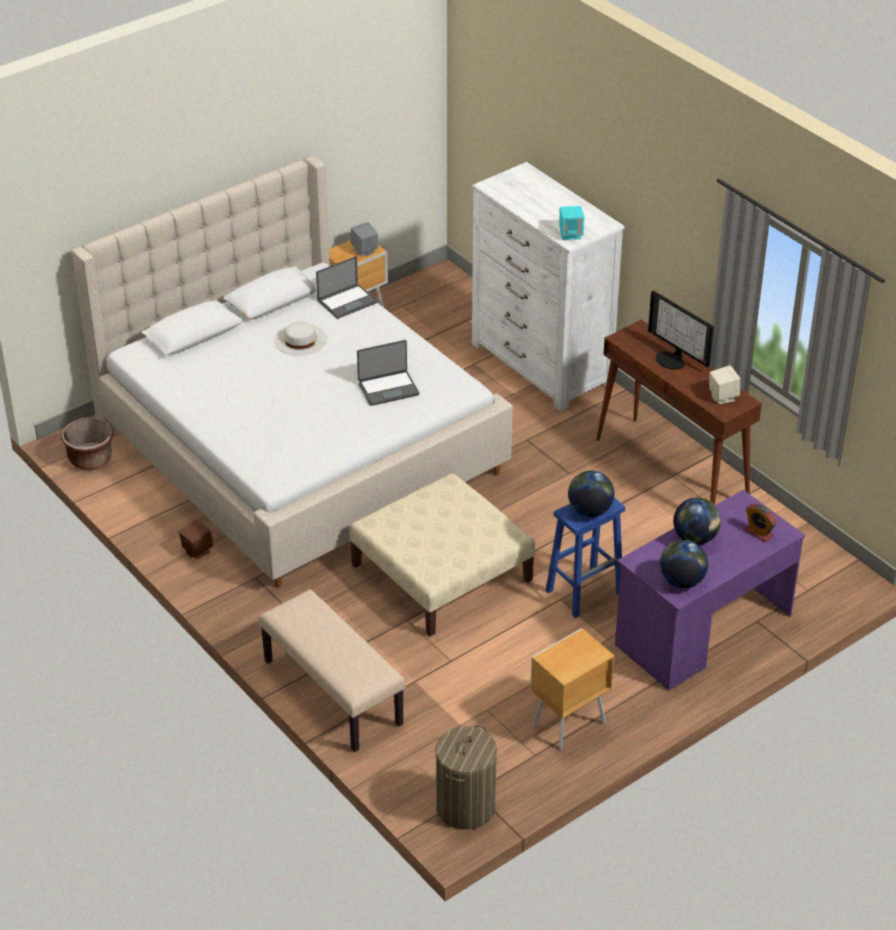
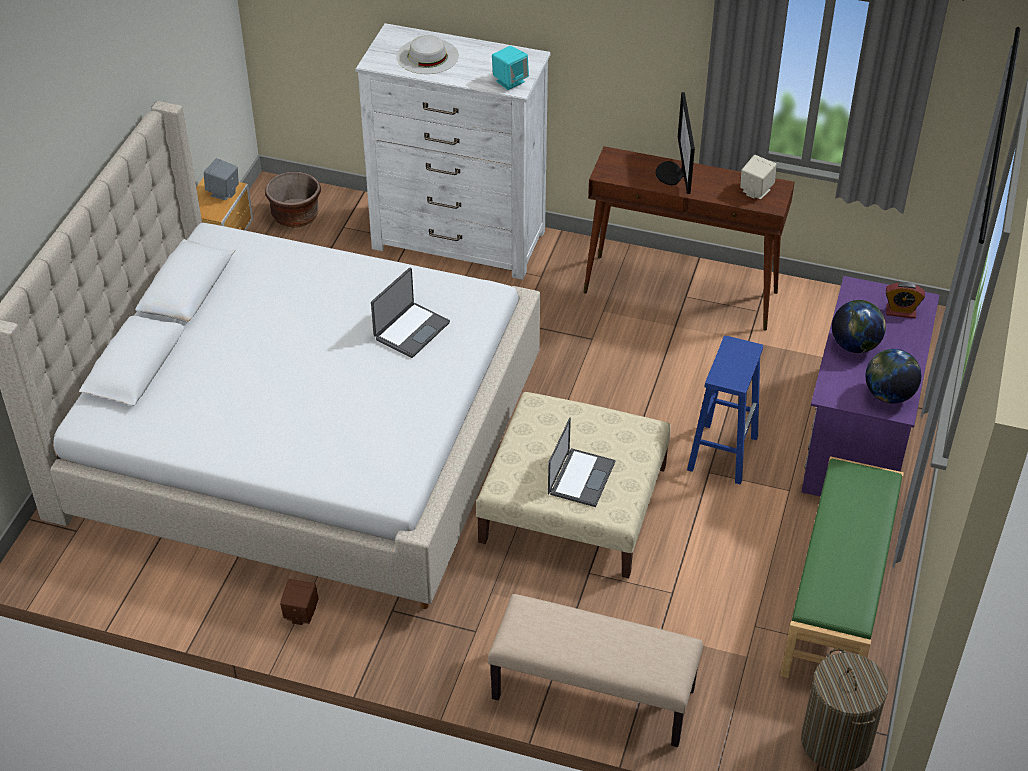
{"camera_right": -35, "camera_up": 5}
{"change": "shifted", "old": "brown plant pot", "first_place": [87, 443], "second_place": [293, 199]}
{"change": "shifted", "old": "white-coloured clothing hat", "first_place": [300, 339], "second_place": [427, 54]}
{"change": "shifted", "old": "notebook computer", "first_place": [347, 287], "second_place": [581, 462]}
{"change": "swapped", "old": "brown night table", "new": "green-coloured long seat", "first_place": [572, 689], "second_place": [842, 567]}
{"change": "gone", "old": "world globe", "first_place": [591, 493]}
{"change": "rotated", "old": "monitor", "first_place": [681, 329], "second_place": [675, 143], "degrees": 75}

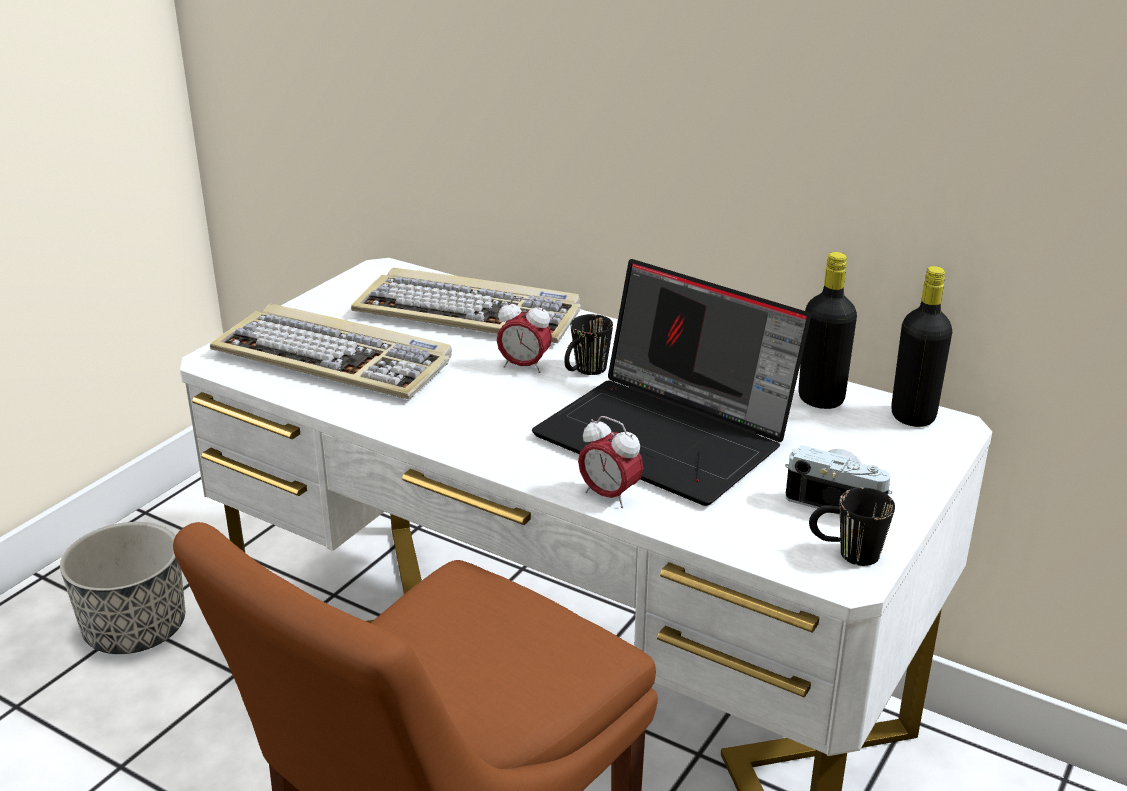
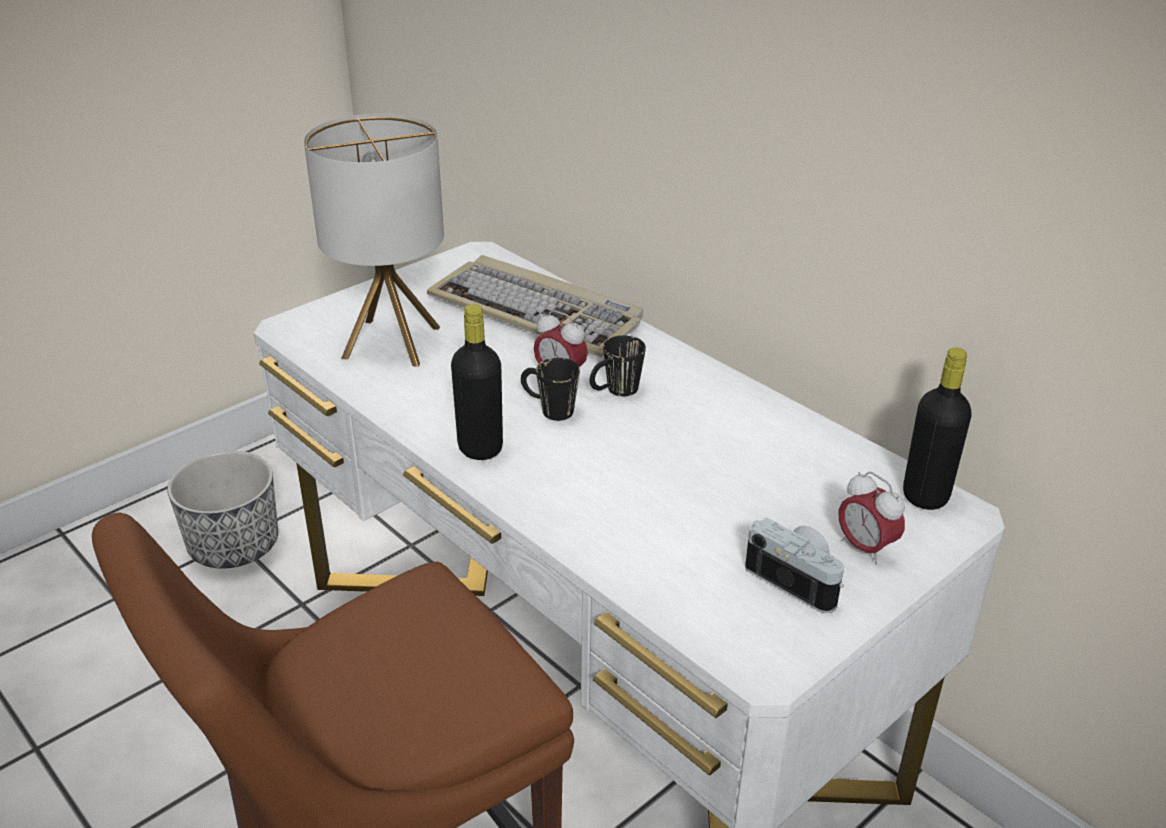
{"camera_right": 15, "camera_up": 5}
{"change": "swapped", "old": "PC keyboard", "new": "table lamp", "first_place": [331, 351], "second_place": [374, 240]}
{"change": "gone", "old": "notebook computer", "first_place": [671, 382]}
{"change": "shifted", "old": "alarm clock", "first_place": [611, 462], "second_place": [872, 518]}
{"change": "shifted", "old": "blackish beverage bottle", "first_place": [827, 330], "second_place": [477, 382]}
{"change": "shifted", "old": "blackish mug", "first_place": [852, 526], "second_place": [550, 389]}

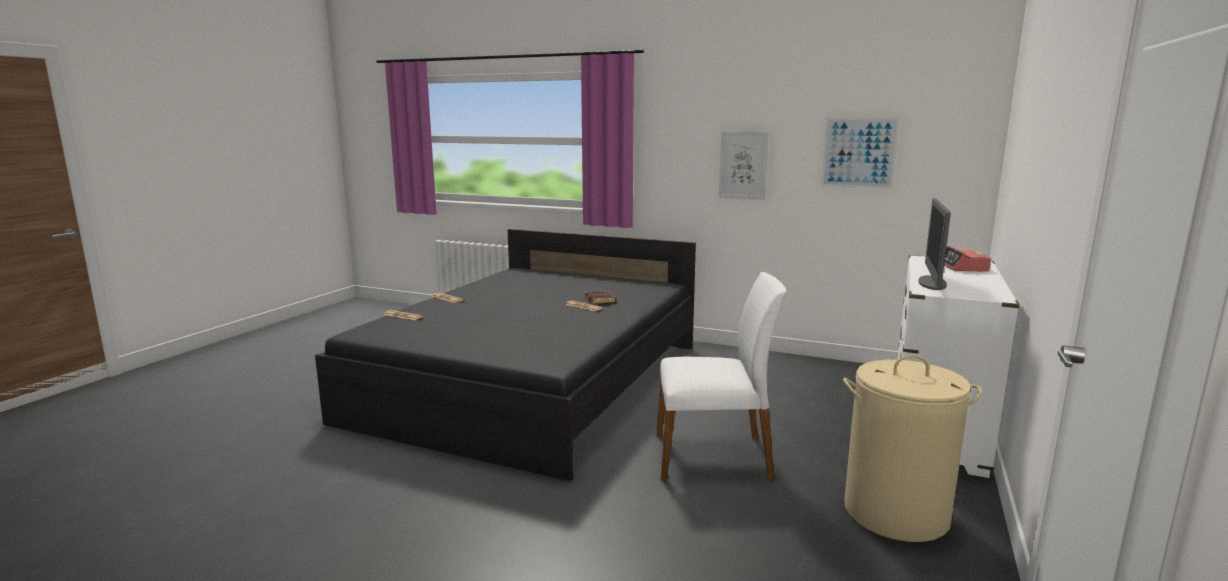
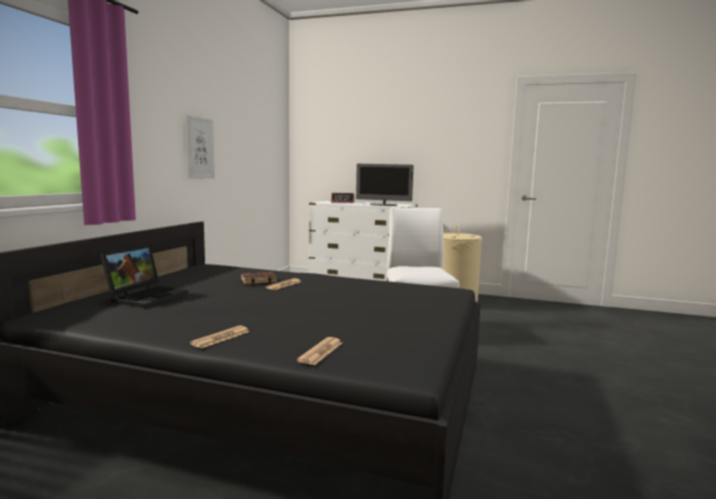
{"camera_right": -95, "camera_up": -5}
{"change": "gone", "old": "wall picture", "first_place": [860, 153]}
{"change": "new", "new": "notebook computer", "second_place": [144, 276]}

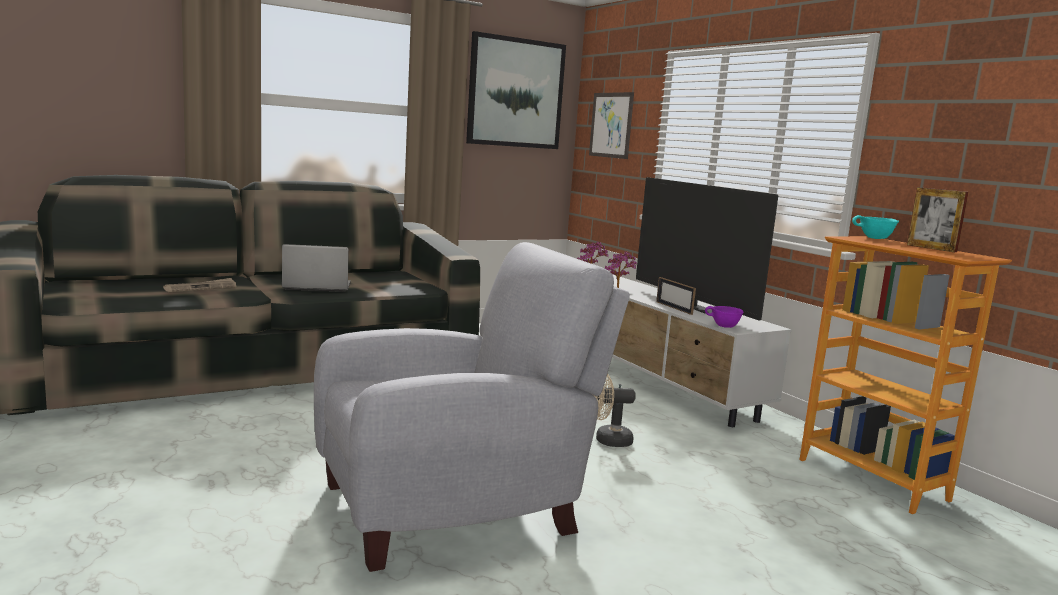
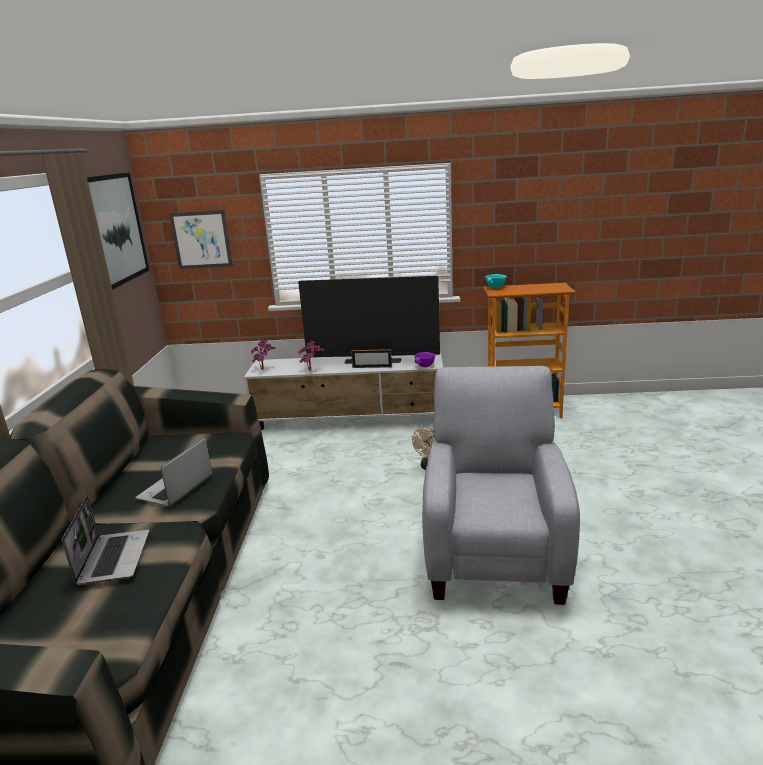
{"camera_right": -55, "camera_up": 10}
{"change": "swapped", "old": "printed paper", "new": "notebook computer", "first_place": [199, 285], "second_place": [105, 540]}
{"change": "gone", "old": "picture frame", "first_place": [938, 219]}

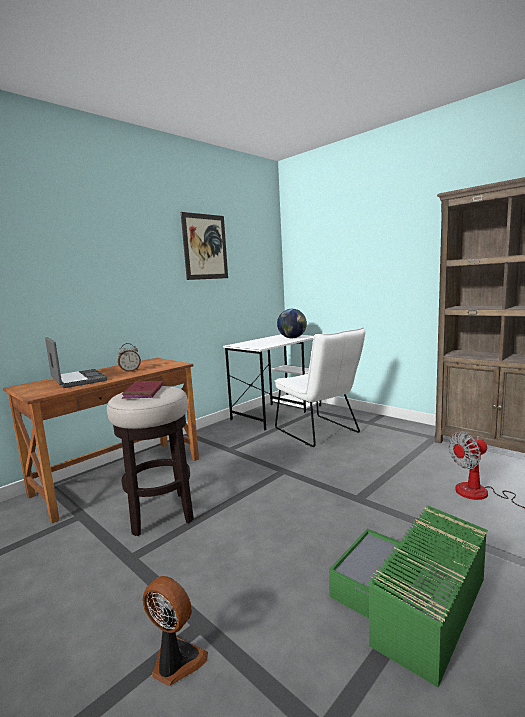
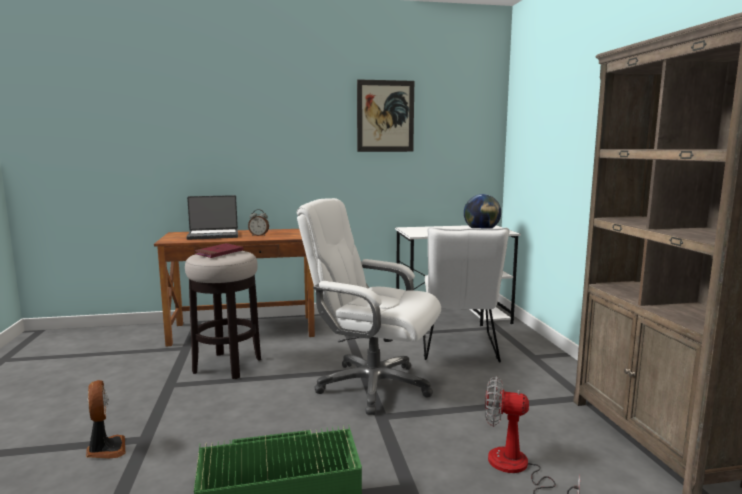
{"camera_right": 35, "camera_up": 0}
{"change": "rotated", "old": "notebook computer", "first_place": [76, 362], "second_place": [212, 217], "degrees": 75}
{"change": "new", "new": "white-coloured computer chair", "second_place": [369, 306]}

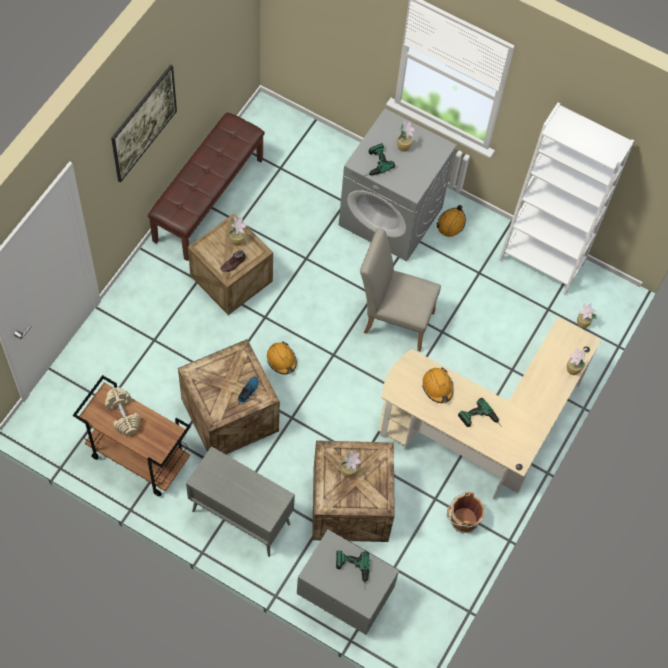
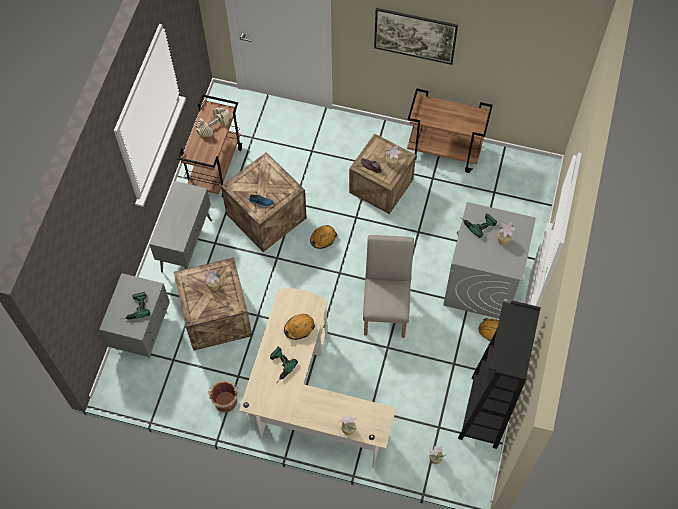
{"camera_right": 80, "camera_up": 0}
{"change": "swapped", "old": "brown long seat", "new": "brown cart", "first_place": [206, 187], "second_place": [450, 130]}
{"change": "repainted", "old": "white-coloured bookshelf", "new": "blackish bookshelf", "first_place": [566, 199], "second_place": [499, 375]}

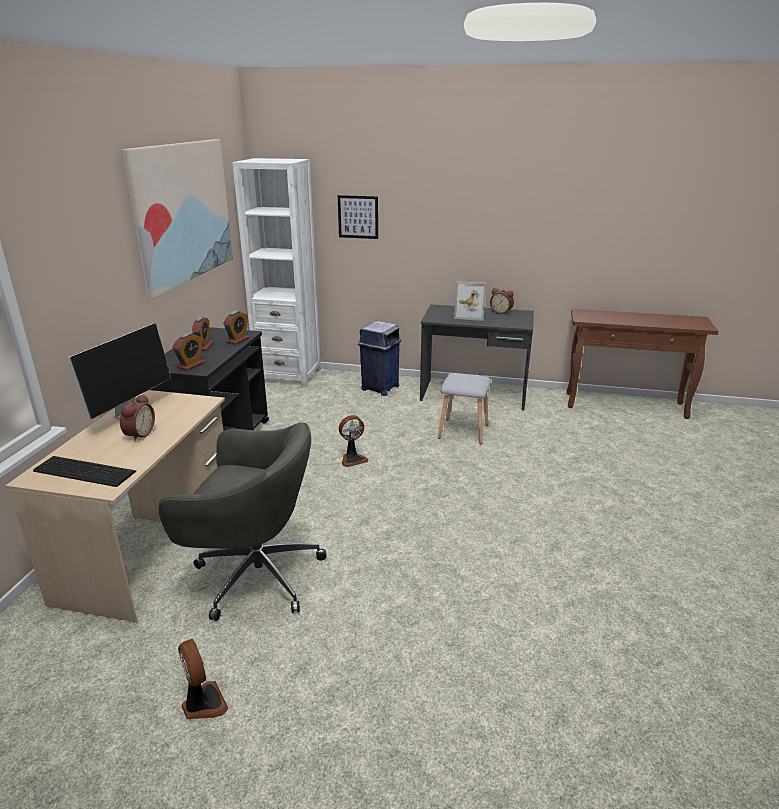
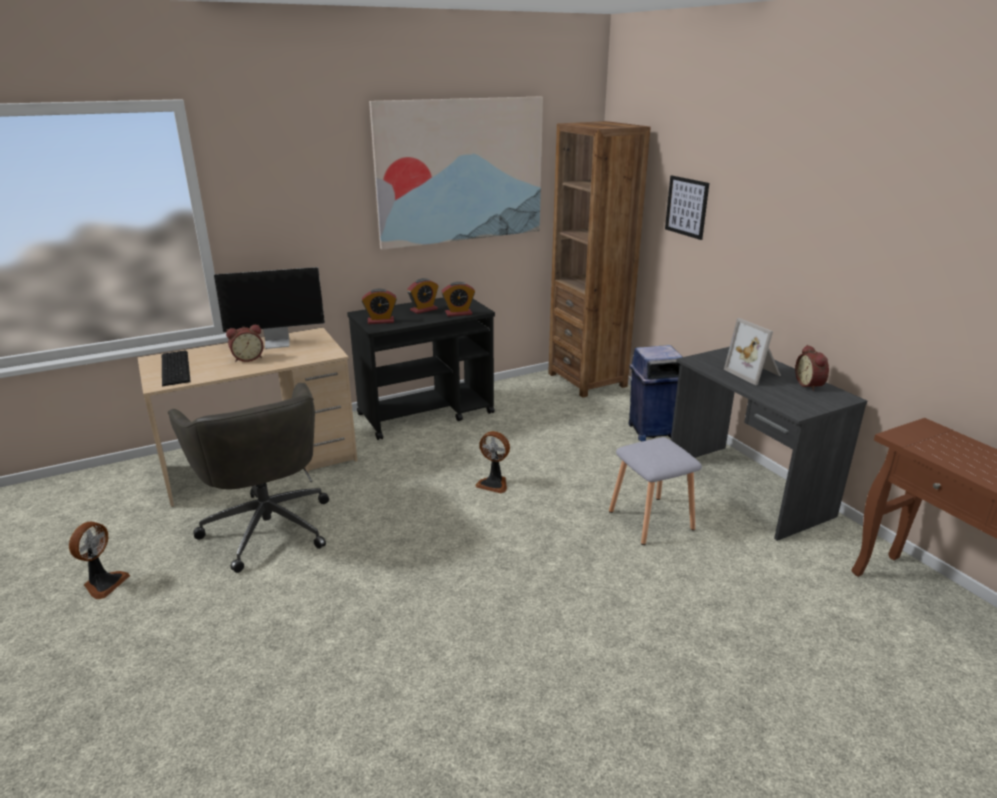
{"camera_right": 50, "camera_up": 0}
{"change": "repainted", "old": "white-coloured bookshelf", "new": "brown bookshelf", "first_place": [276, 272], "second_place": [599, 259]}

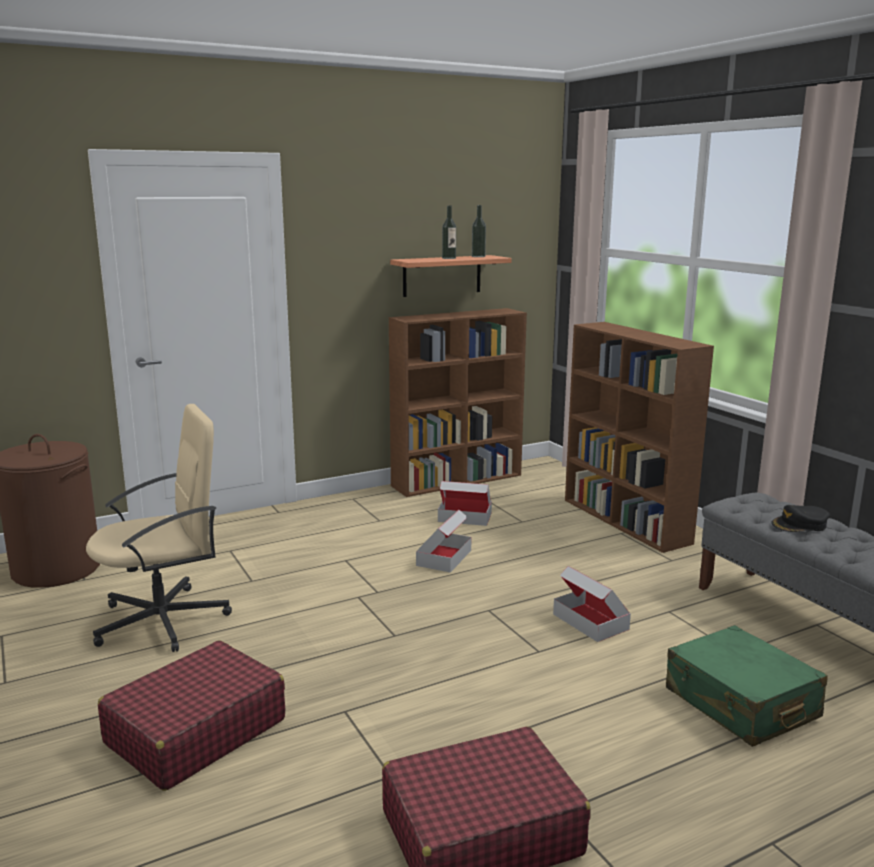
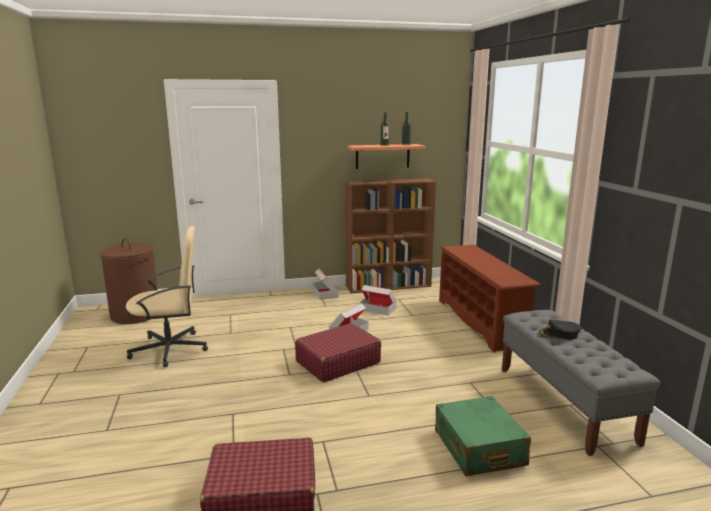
{"camera_right": 15, "camera_up": 0}
{"change": "shifted", "old": "reddish piece of luggage", "first_place": [191, 715], "second_place": [338, 352]}
{"change": "shifted", "old": "packing box", "first_place": [592, 604], "second_place": [326, 284]}
{"change": "swapped", "old": "brown bookshelf", "new": "brown shoe stand", "first_place": [639, 437], "second_place": [490, 299]}

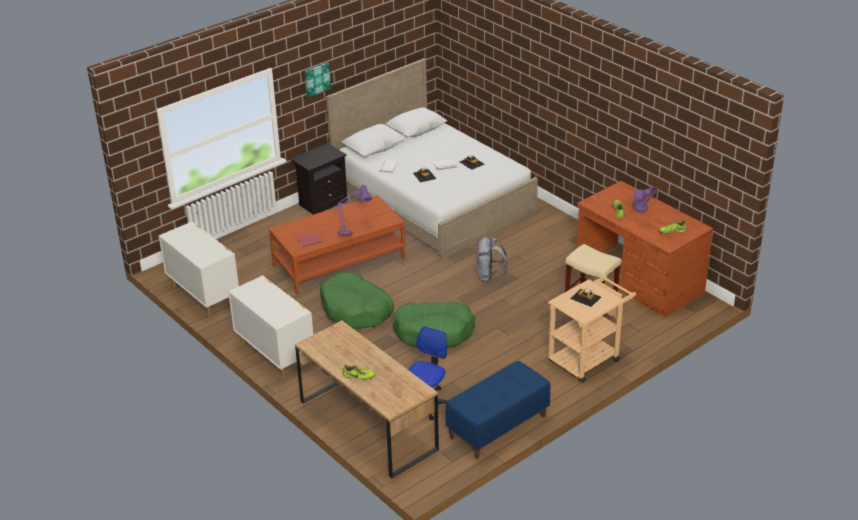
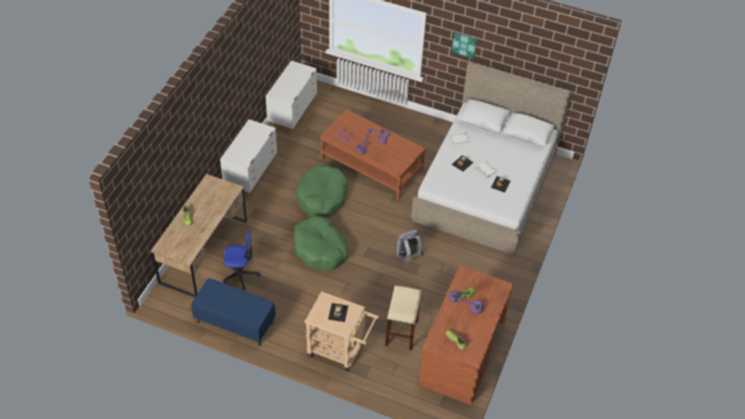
{"camera_right": 60, "camera_up": 15}
{"change": "gone", "old": "blackish night table", "first_place": [319, 179]}

